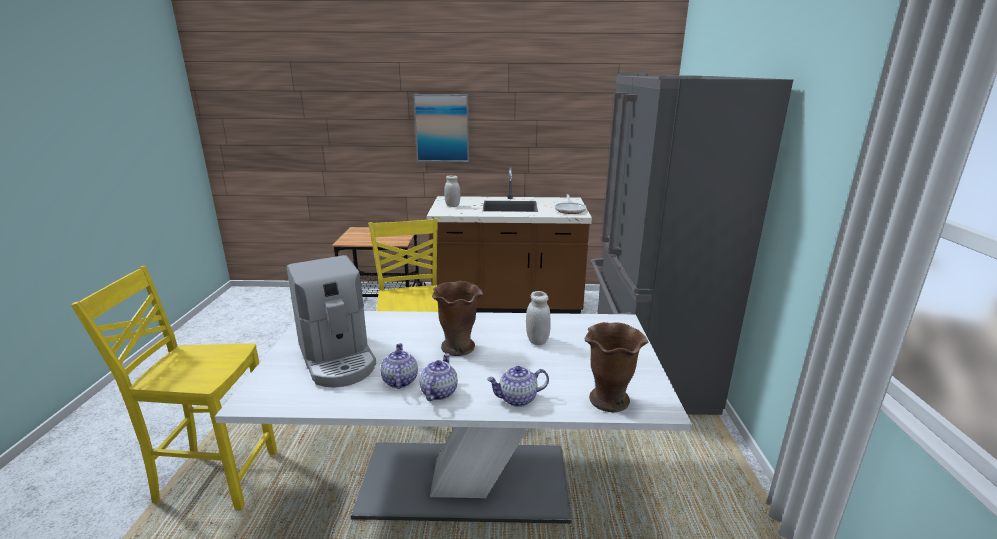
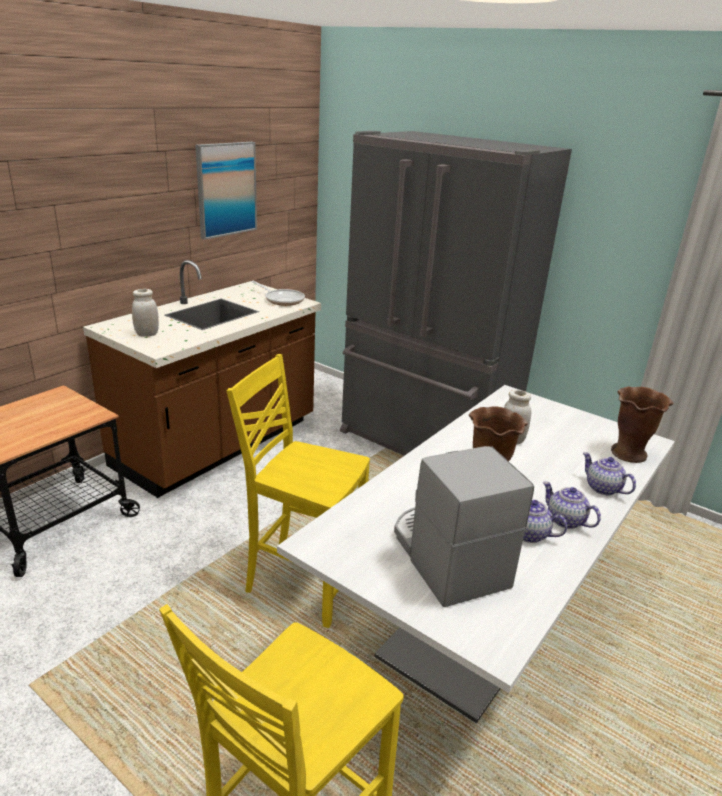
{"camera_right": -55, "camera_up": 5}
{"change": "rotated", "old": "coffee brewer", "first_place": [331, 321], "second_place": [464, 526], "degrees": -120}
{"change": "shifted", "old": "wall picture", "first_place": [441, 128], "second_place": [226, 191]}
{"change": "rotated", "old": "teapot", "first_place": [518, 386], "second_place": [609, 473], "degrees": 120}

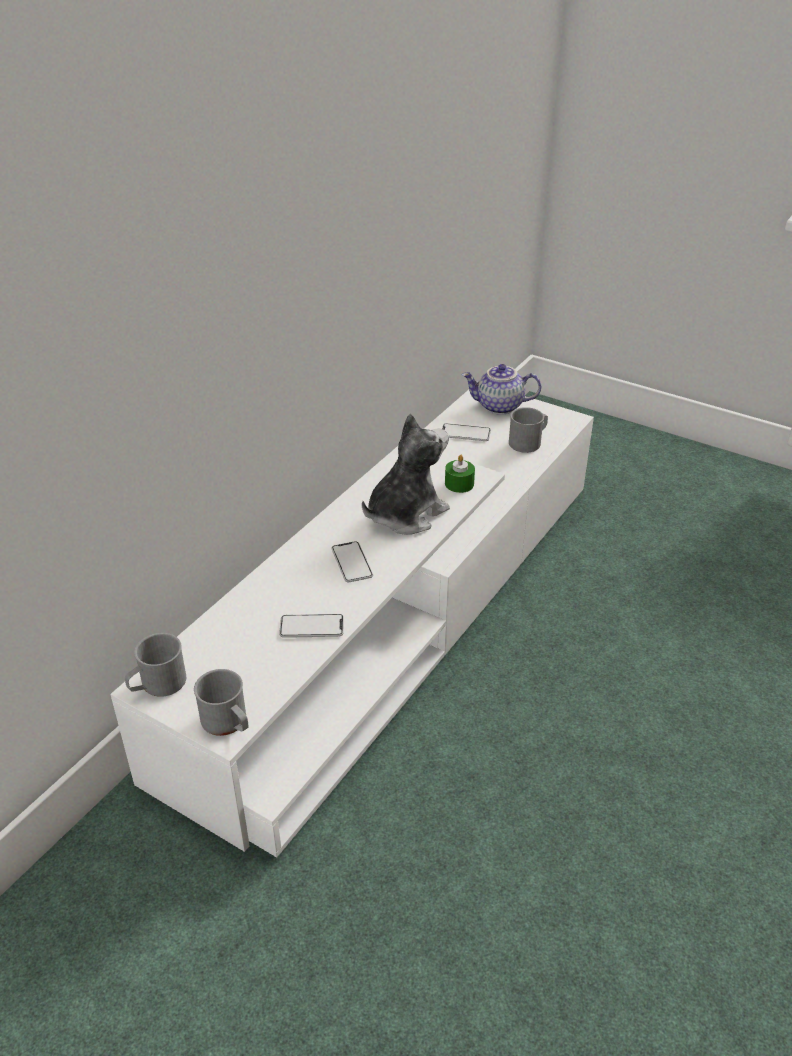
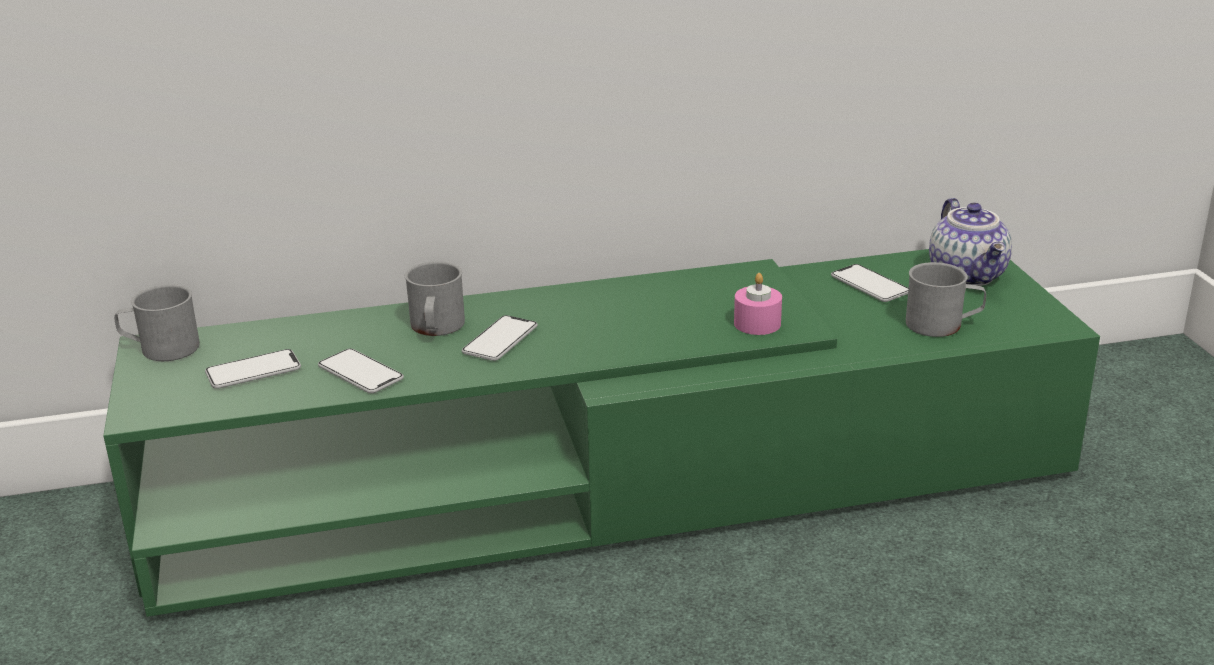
{"camera_right": 45, "camera_up": -10}
{"change": "repainted", "old": "white-coloured media console", "new": "green-coloured media console", "first_place": [352, 623], "second_place": [601, 433]}
{"change": "shifted", "old": "greyish mug", "first_place": [221, 702], "second_place": [435, 298]}
{"change": "gone", "old": "soft toy", "first_place": [406, 474]}
{"change": "repainted", "old": "green-coloured wax candle", "new": "pinkish wax candle", "first_place": [460, 474], "second_place": [758, 304]}
{"change": "rotated", "old": "teapot", "first_place": [501, 389], "second_place": [970, 242], "degrees": -150}
{"change": "new", "new": "phone", "second_place": [253, 369]}

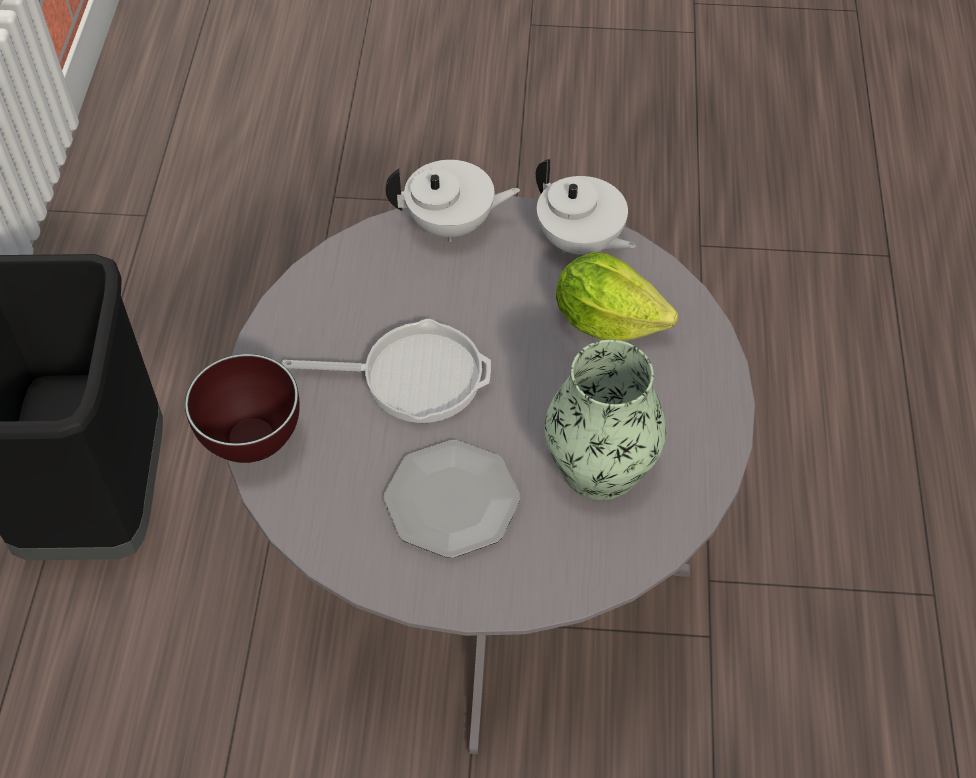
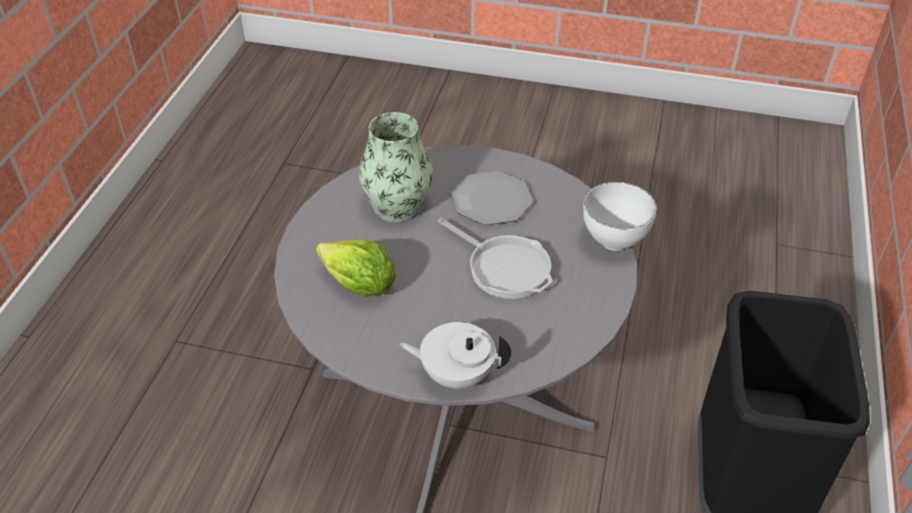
{"camera_right": -170, "camera_up": -10}
{"change": "repainted", "old": "brown bowl", "new": "white-coloured bowl", "first_place": [242, 408], "second_place": [620, 216]}
{"change": "rotated", "old": "pan", "first_place": [386, 371], "second_place": [495, 258], "degrees": -150}
{"change": "gone", "old": "white-coloured teapot", "first_place": [586, 207]}

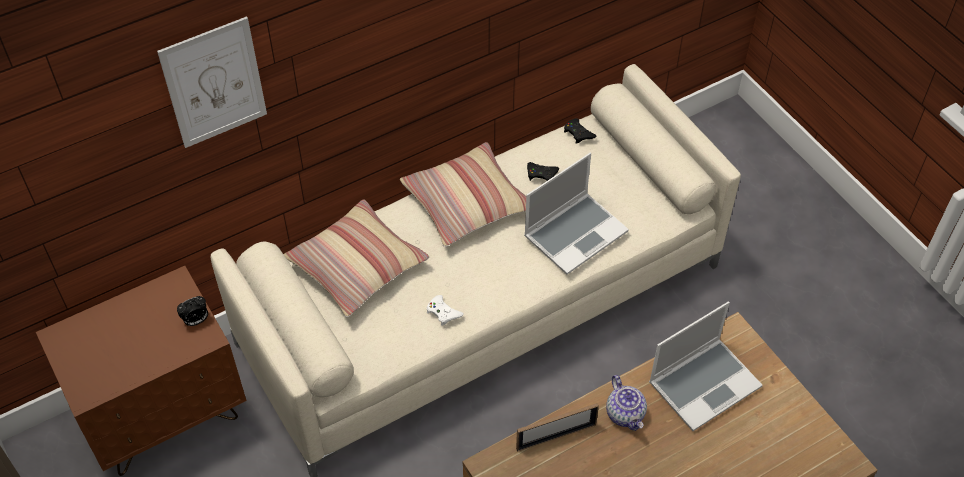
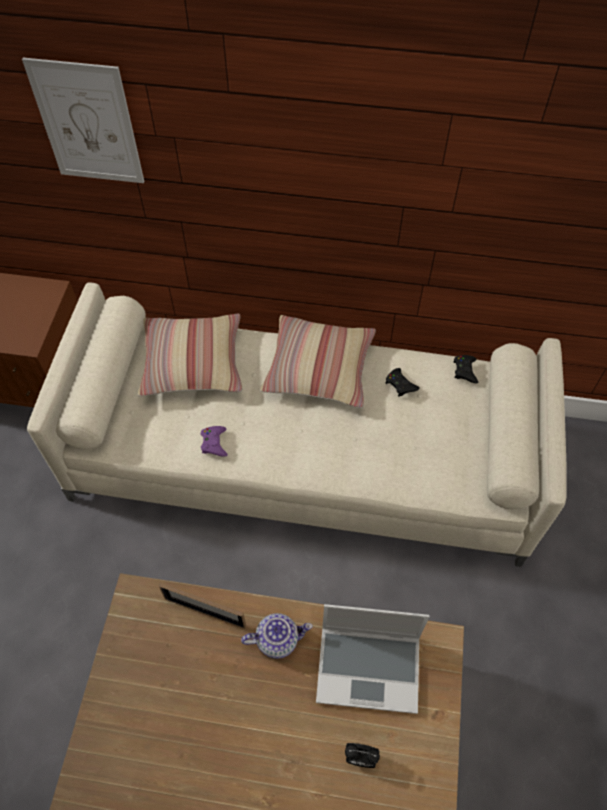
{"camera_right": 40, "camera_up": 5}
{"change": "shifted", "old": "alarm clock", "first_place": [192, 311], "second_place": [362, 755]}
{"change": "repainted", "old": "white-coloured game controller", "new": "purple-coloured game controller", "first_place": [445, 310], "second_place": [214, 441]}
{"change": "gone", "old": "notebook computer", "first_place": [576, 214]}
{"change": "rotated", "old": "teapot", "first_place": [626, 403], "second_place": [277, 636], "degrees": -120}

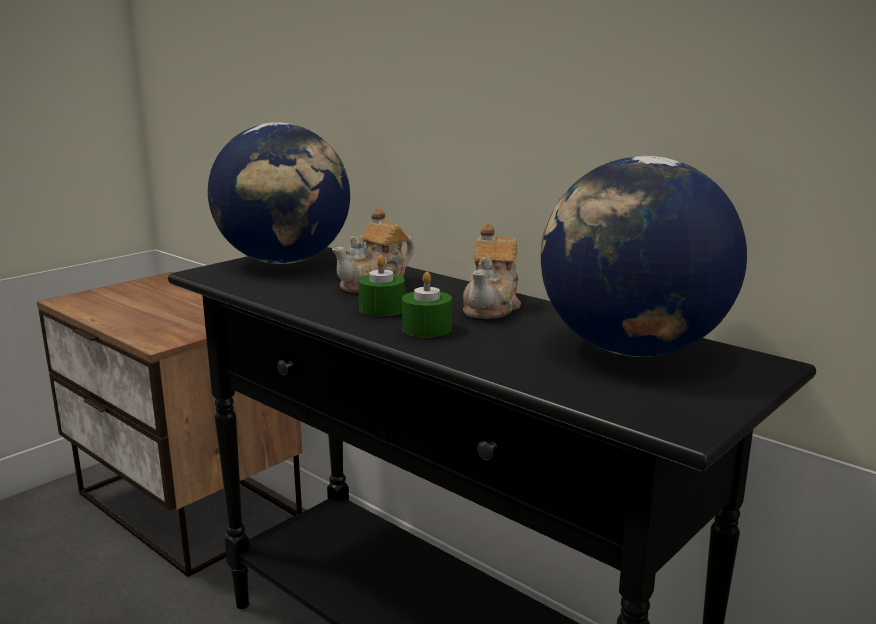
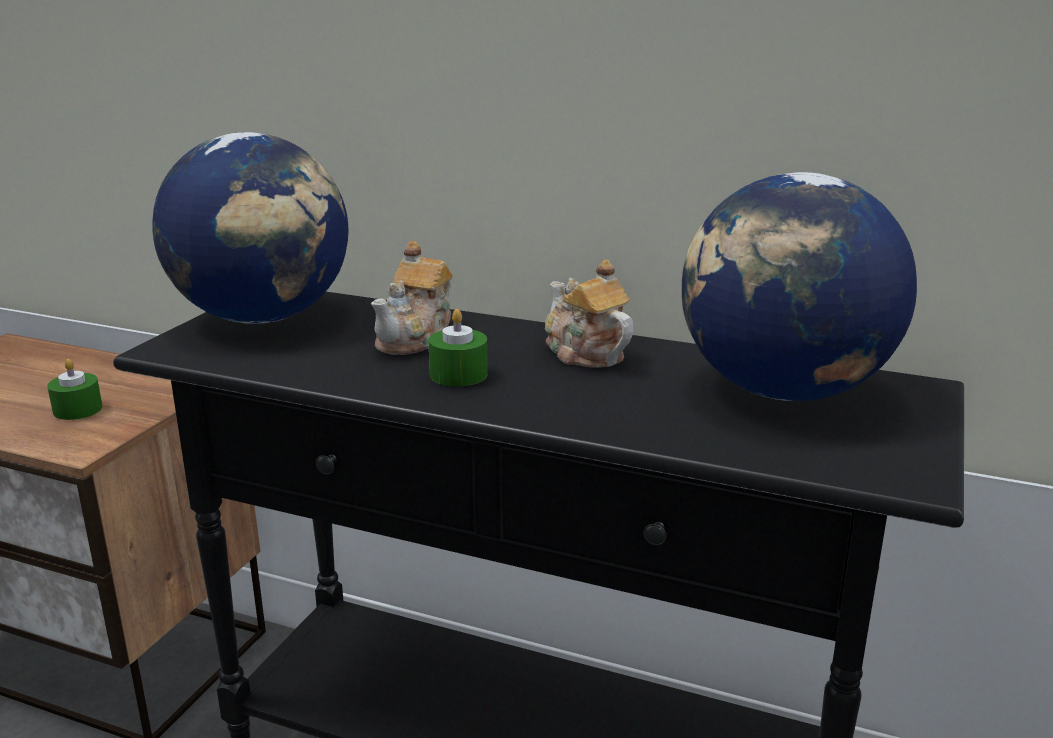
{"camera_right": -20, "camera_up": 5}
{"change": "shifted", "old": "green-coloured wax candle", "first_place": [427, 304], "second_place": [74, 389]}
{"change": "rotated", "old": "teapot", "first_place": [492, 271], "second_place": [589, 313], "degrees": 150}

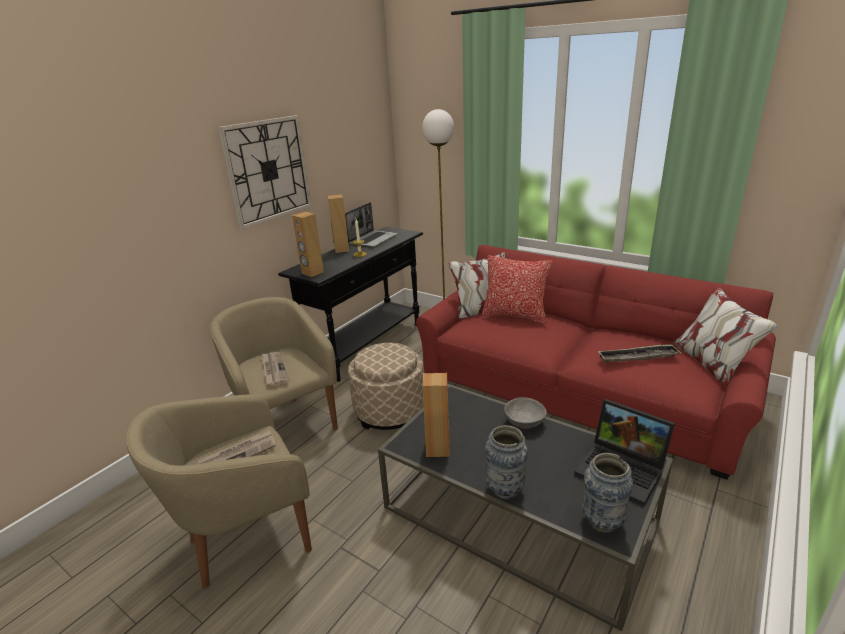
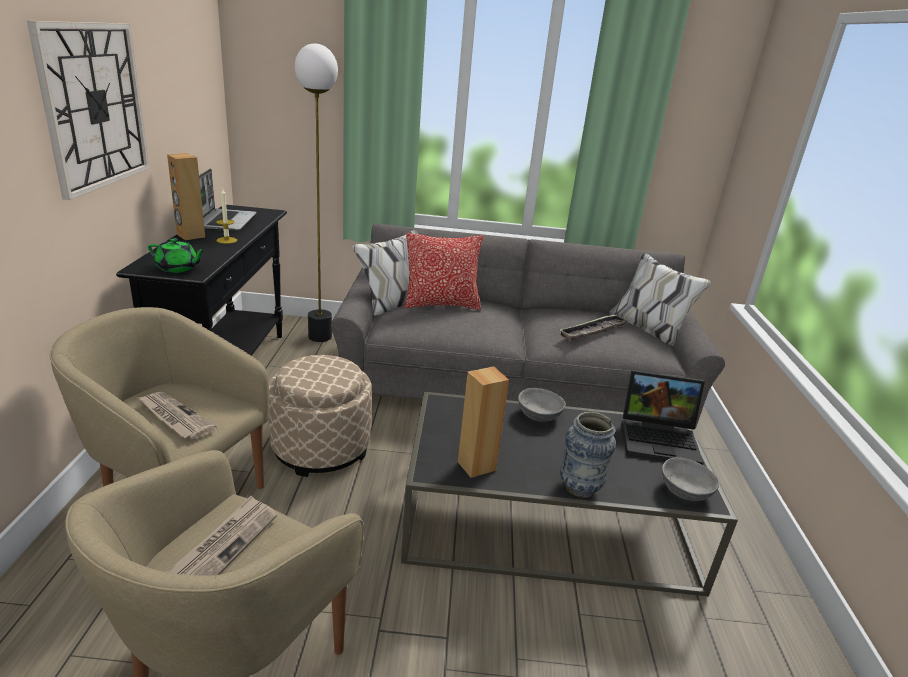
{"camera_right": -35, "camera_up": 0}
{"change": "swapped", "old": "brown speaker", "new": "green-coloured teapot", "first_place": [308, 244], "second_place": [176, 255]}
{"change": "repainted", "old": "reddish sofa", "new": "greyish sofa", "first_place": [596, 362], "second_place": [528, 326]}
{"change": "swapped", "old": "vase", "new": "greyish bowl", "first_place": [607, 493], "second_place": [690, 479]}

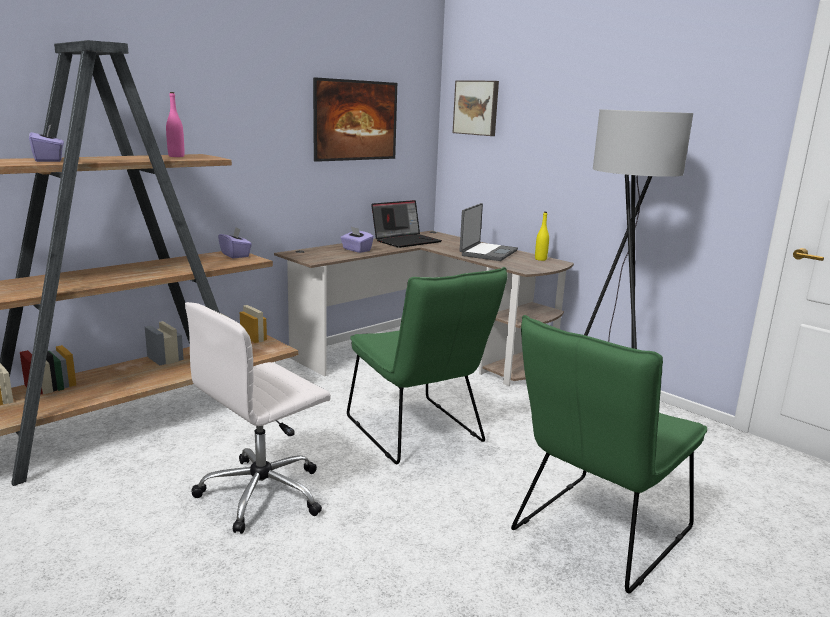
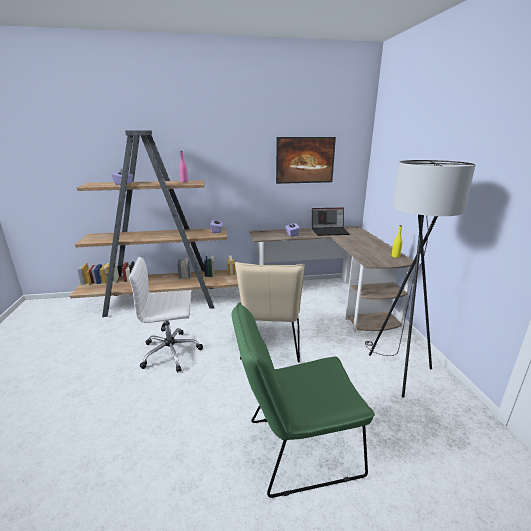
{"camera_right": 35, "camera_up": 5}
{"change": "repainted", "old": "green-coloured chair", "new": "sand-coloured chair", "first_place": [427, 365], "second_place": [270, 312]}
{"change": "gone", "old": "wall picture", "first_place": [476, 108]}
{"change": "gone", "old": "notebook computer", "first_place": [489, 232]}

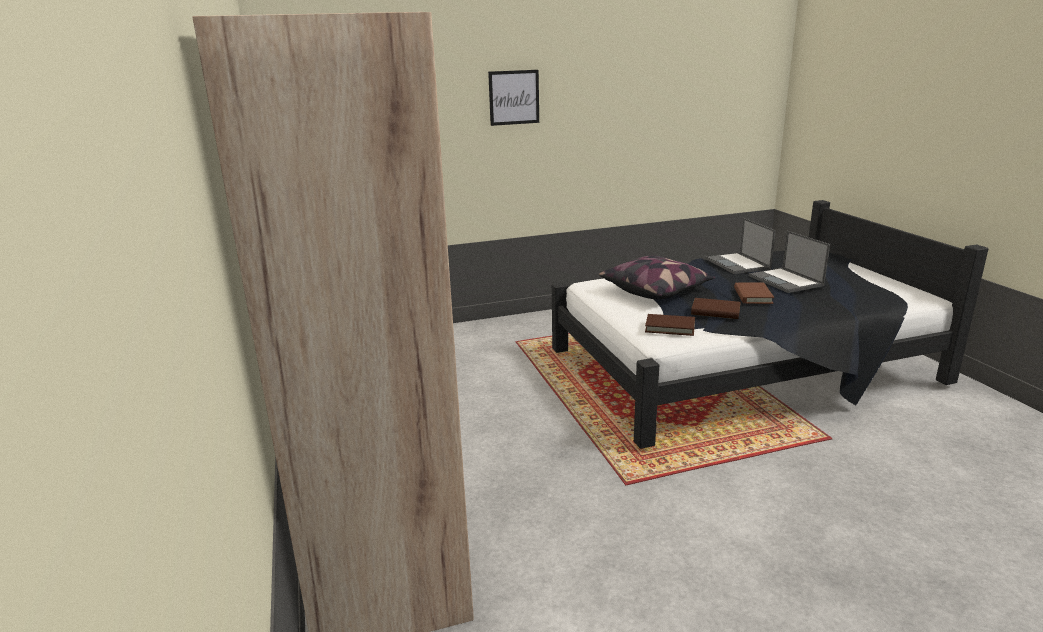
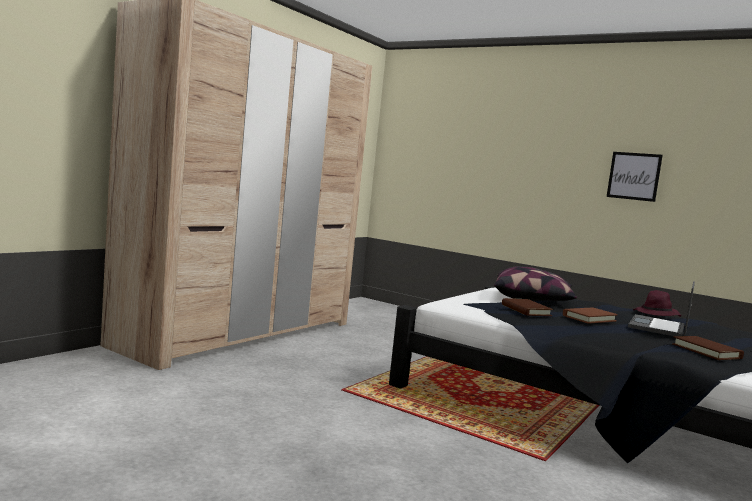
{"camera_right": 50, "camera_up": -15}
{"change": "shifted", "old": "wall picture", "first_place": [513, 98], "second_place": [635, 177]}
{"change": "shifted", "old": "brown bound book", "first_place": [670, 325], "second_place": [708, 348]}
{"change": "swapped", "old": "notebook computer", "new": "purple-coloured clothing hat", "first_place": [740, 246], "second_place": [657, 303]}

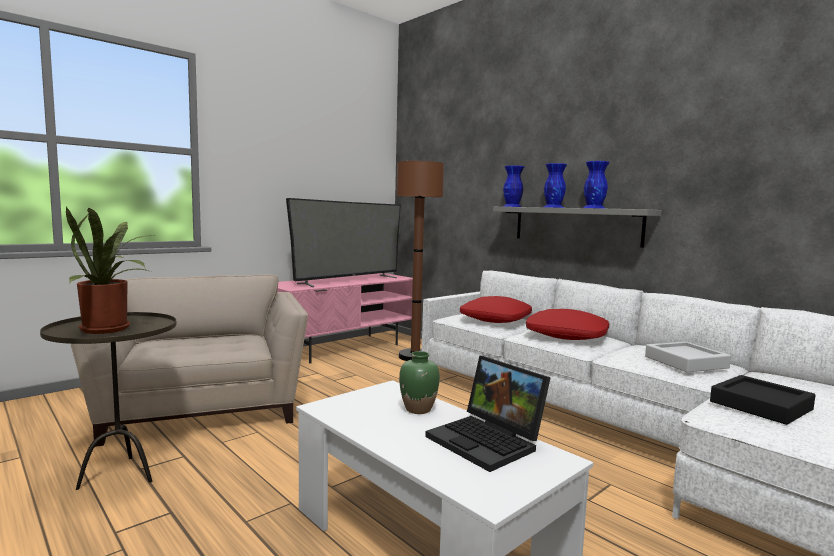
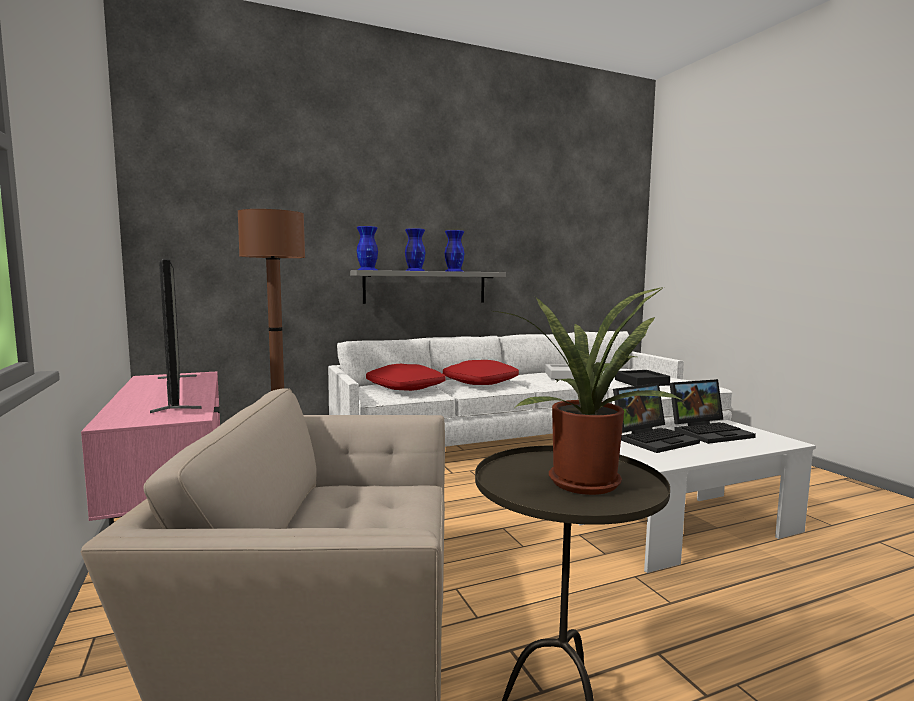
{"camera_right": -70, "camera_up": 0}
{"change": "swapped", "old": "green-coloured vase", "new": "notebook computer", "first_place": [419, 382], "second_place": [656, 418]}

